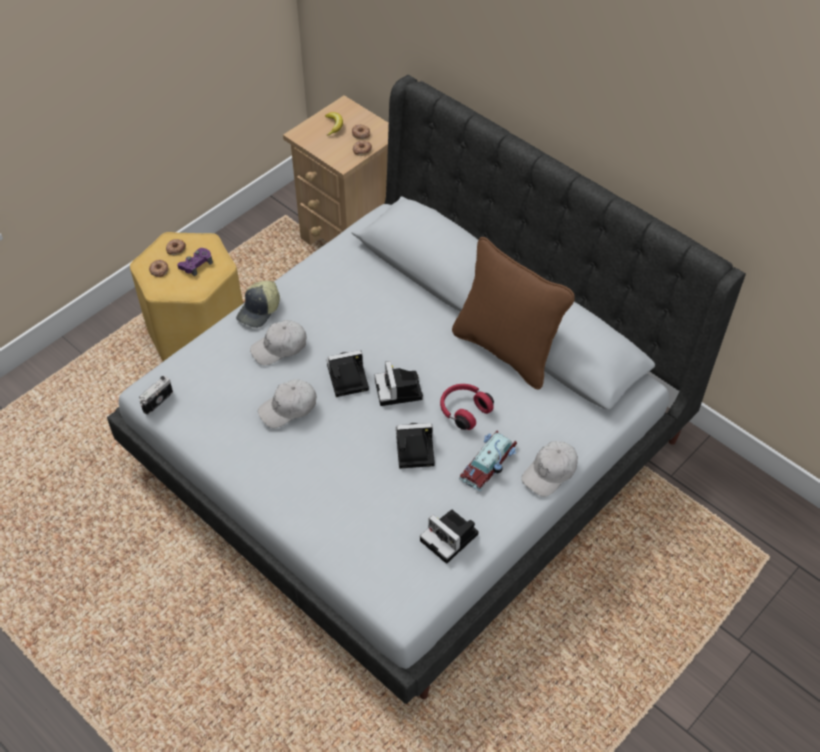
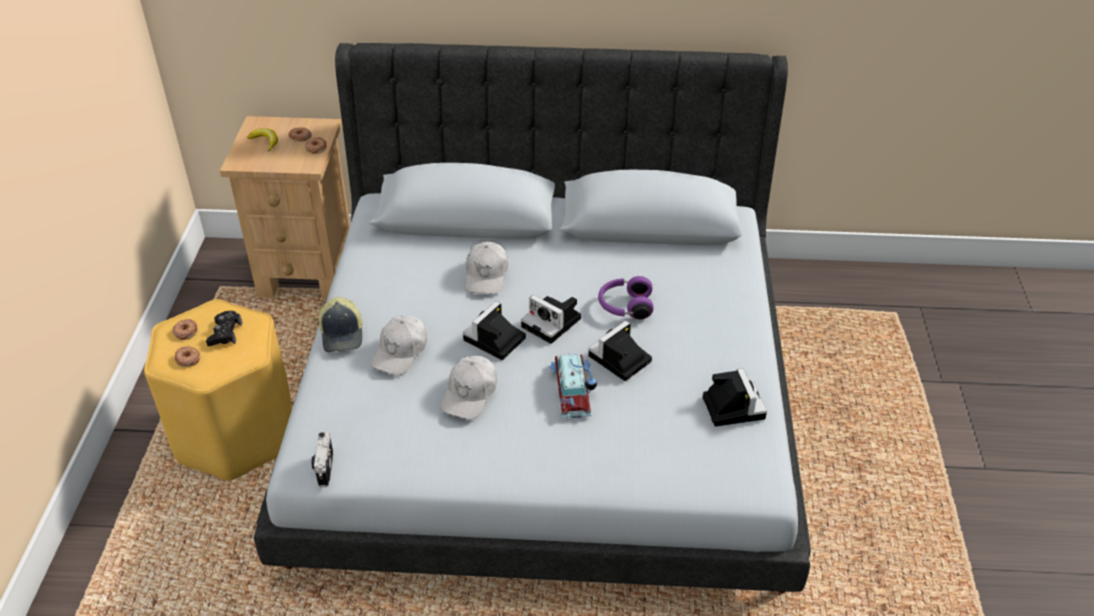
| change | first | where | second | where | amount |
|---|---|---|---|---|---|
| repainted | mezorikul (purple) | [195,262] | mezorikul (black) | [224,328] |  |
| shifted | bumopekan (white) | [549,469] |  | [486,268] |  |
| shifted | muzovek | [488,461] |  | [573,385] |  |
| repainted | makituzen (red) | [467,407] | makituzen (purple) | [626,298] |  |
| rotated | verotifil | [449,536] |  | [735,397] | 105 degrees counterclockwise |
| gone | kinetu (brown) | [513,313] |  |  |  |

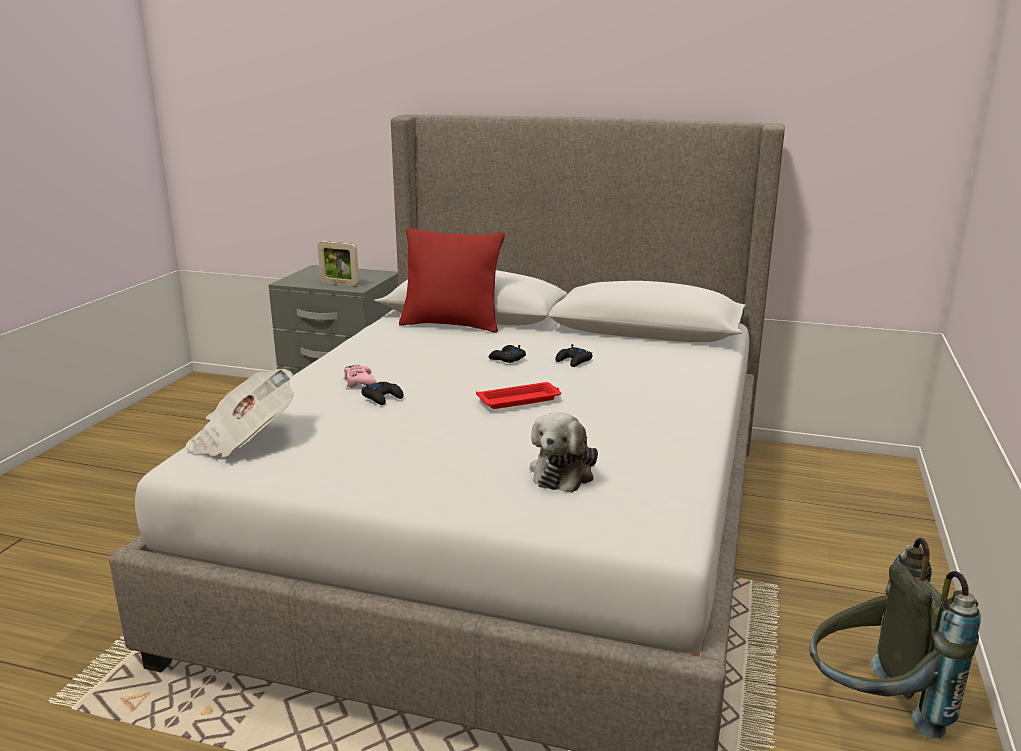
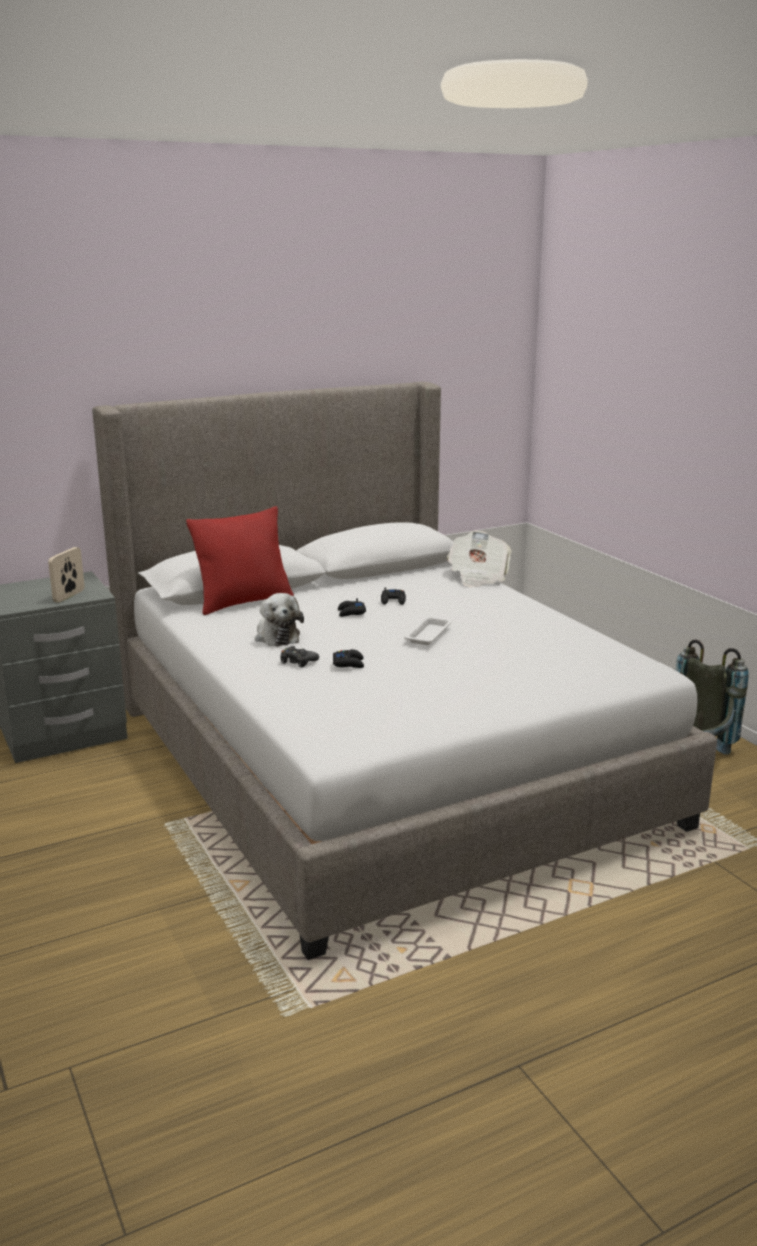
| change | first | where | second | where | amount |
|---|---|---|---|---|---|
| rotated | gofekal | [338,263] |  | [66,575] | 135 degrees clockwise |
| shifted | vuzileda | [564,452] |  | [279,620] |  |
| repainted | mezorikul (pink) | [360,376] | mezorikul (black) | [300,656] |  |
| repainted | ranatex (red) | [518,395] | ranatex (white) | [428,631] |  |
| shifted | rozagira | [240,413] |  | [479,559] |  |

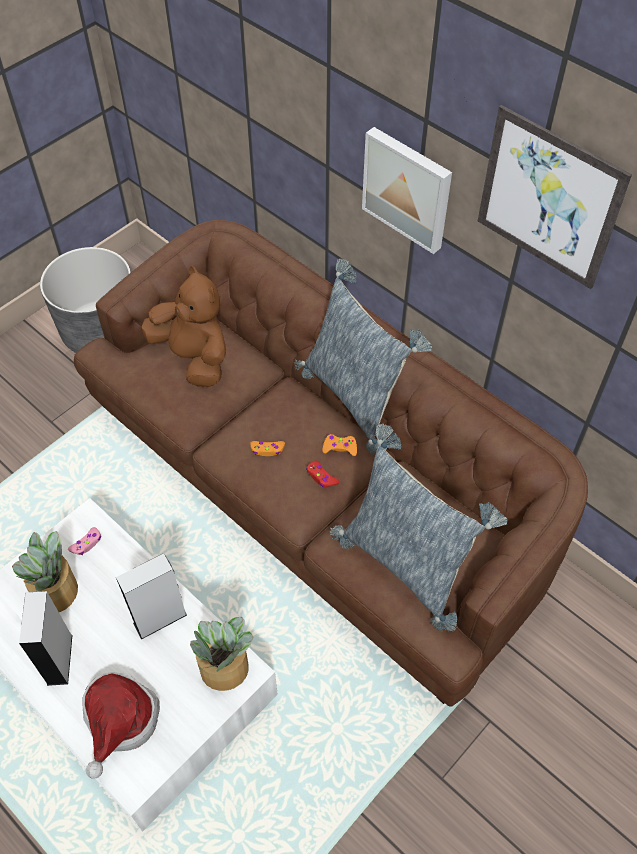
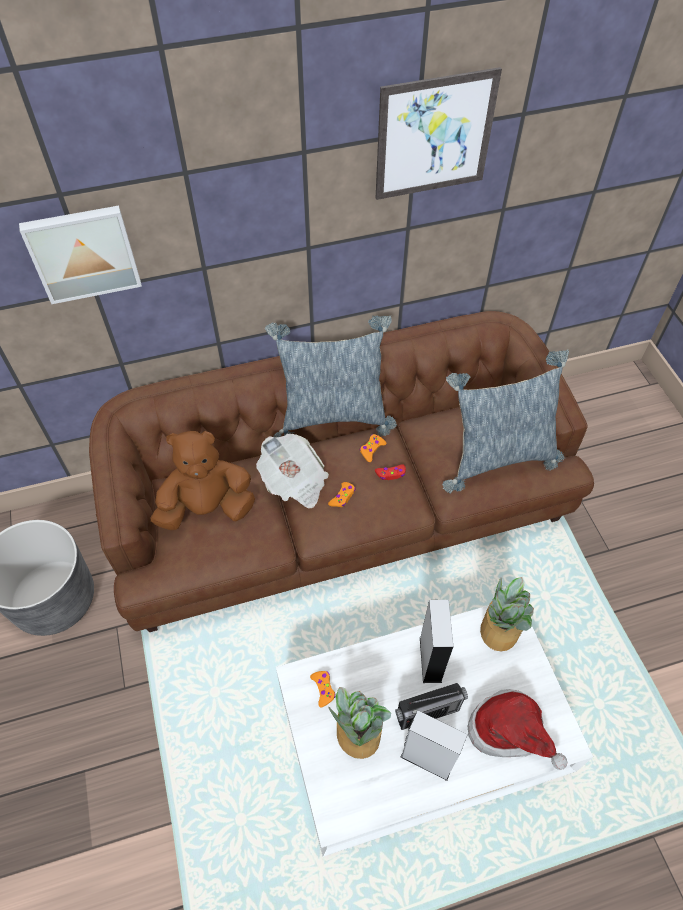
| change | first | where | second | where | amount |
|---|---|---|---|---|---|
| shifted | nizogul | [407,190] |  | [80,255] |  |
| new |  |  | rozagira | [292,471] |  |
| repainted | mezorikul (pink) | [84,541] | mezorikul (orange) | [323,689] |  |
| new |  |  | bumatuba | [431,706] |  |

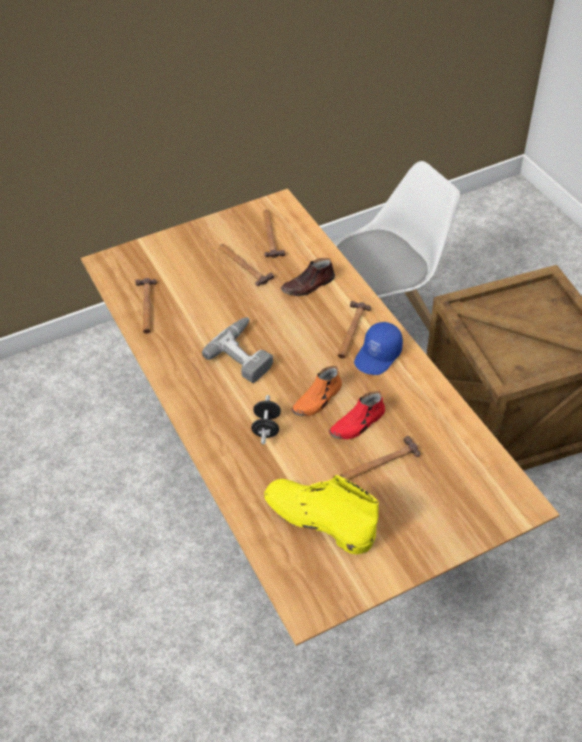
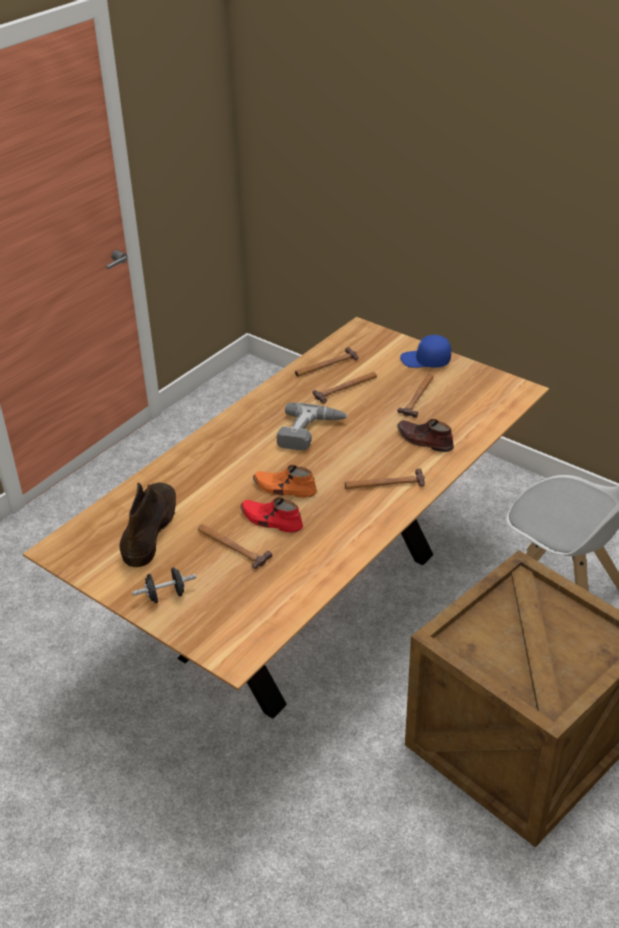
| change | first | where | second | where | amount |
|---|---|---|---|---|---|
| repainted | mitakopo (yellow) | [321,514] | mitakopo (brown) | [147,524] |  |
| shifted | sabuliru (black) | [266,419] |  | [164,585] |  |
| shifted | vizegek | [274,234] |  | [344,388] |  |
| shifted | bumopekan (blue) | [378,348] |  | [425,351] |  |

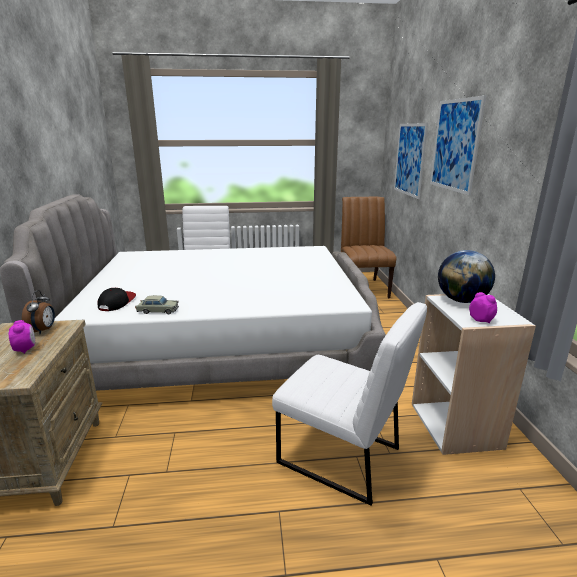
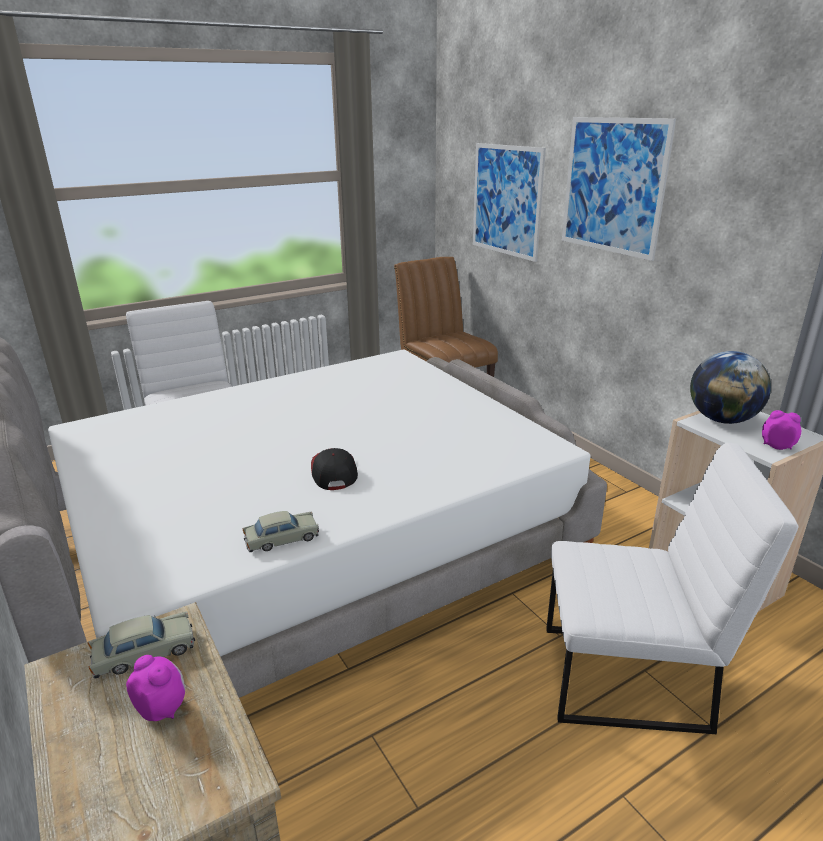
| change | first | where | second | where | amount |
|---|---|---|---|---|---|
| swapped | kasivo | [38,312] | muzovek (beige) | [141,645] |  |
| shifted | bumopekan | [116,299] |  | [334,469] |  |

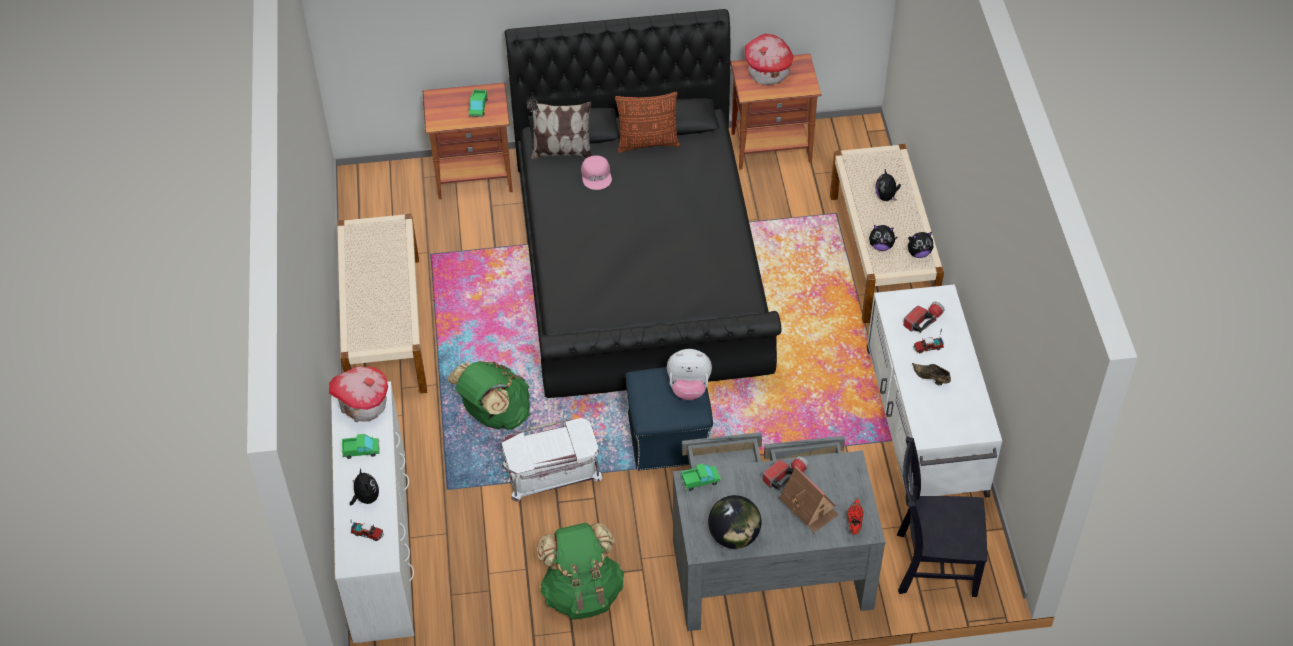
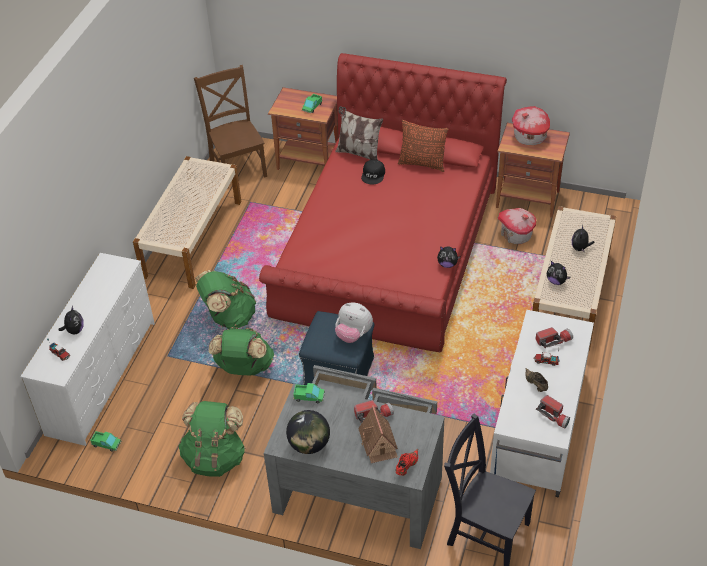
| change | first | where | second | where | amount |
|---|---|---|---|---|---|
| shifted | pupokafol | [361,446] |  | [105,441] |  |
| new |  |  | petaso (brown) | [230,127] |  |
| swapped | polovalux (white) | [552,460] | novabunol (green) | [241,351] |  |
| repainted | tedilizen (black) | [643,203] | tedilizen (red) | [383,202] |  |
| repainted | bumopekan (pink) | [596,172] | bumopekan (black) | [373,172] |  |
| shifted | vuzileda | [920,245] |  | [448,257] |  |
| shifted | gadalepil | [358,394] |  | [516,226] |  |
| new |  |  | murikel | [553,412] |  |

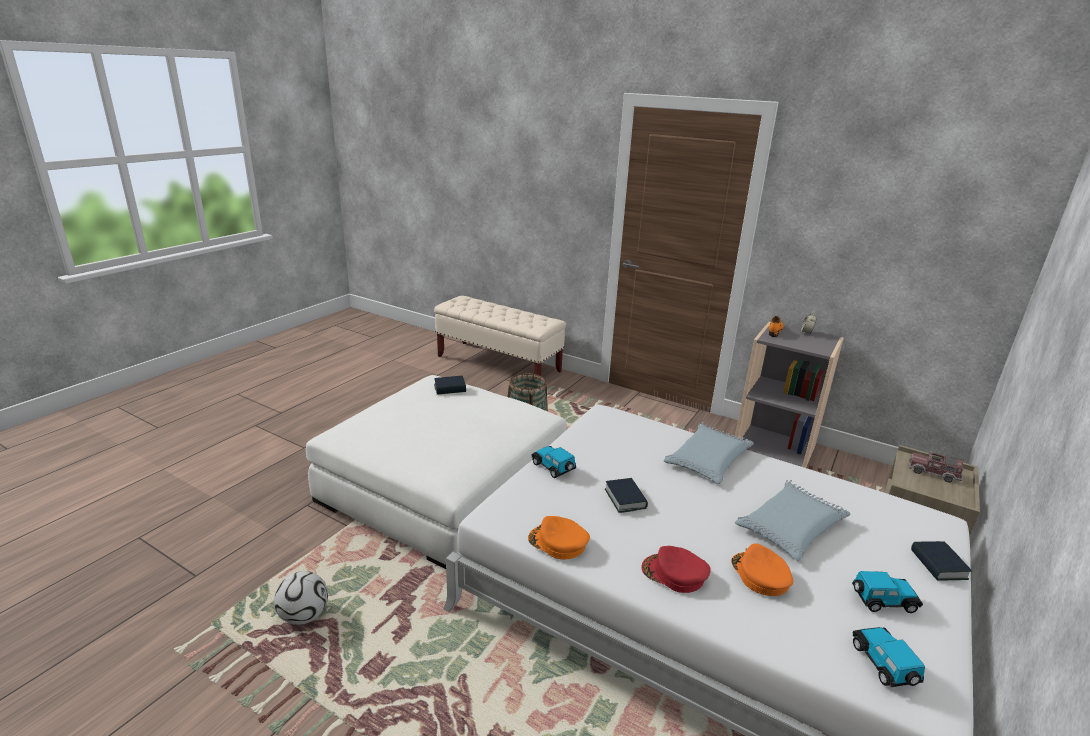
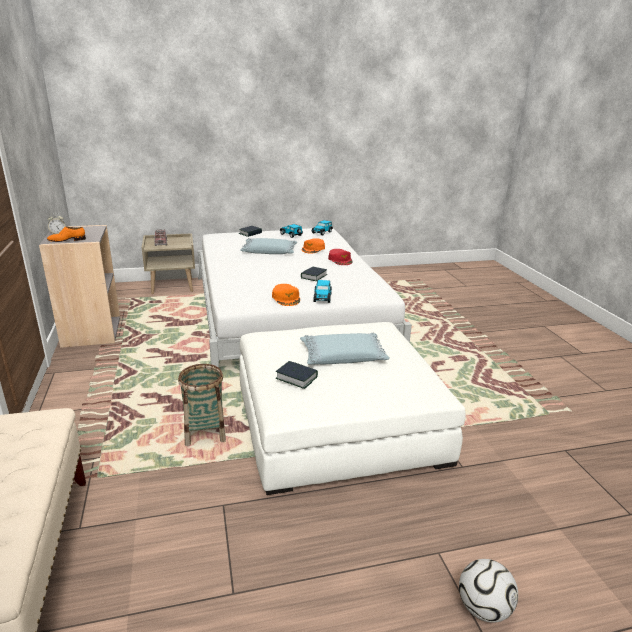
| change | first | where | second | where | amount |
|---|---|---|---|---|---|
| shifted | bumopekan (orange) | [559,537] |  | [286,295] |  |
| shifted | kinetu (blue) | [708,452] |  | [345,349] |  |
| shifted | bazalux | [301,598] |  | [488,591] |  |

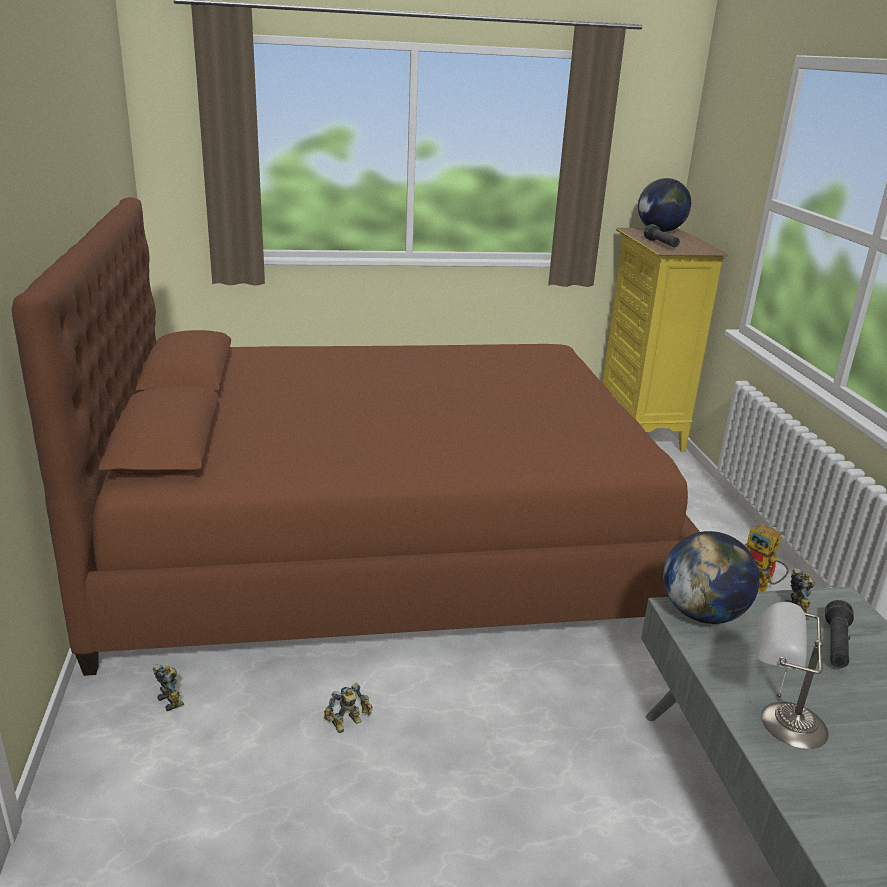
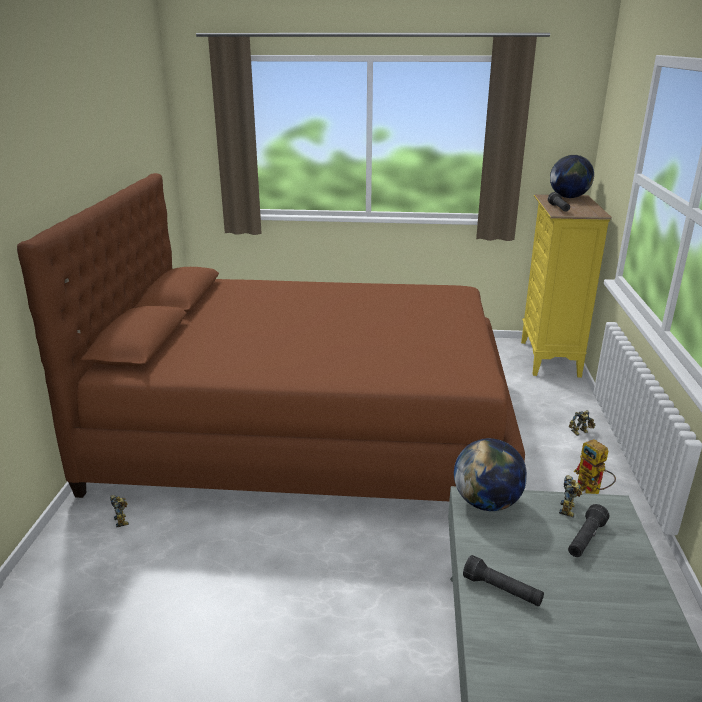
| change | first | where | second | where | amount |
|---|---|---|---|---|---|
| swapped | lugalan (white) | [792,675] | murikel (black) | [503,580] |  |
| shifted | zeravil | [348,708] |  | [582,423] |  |

